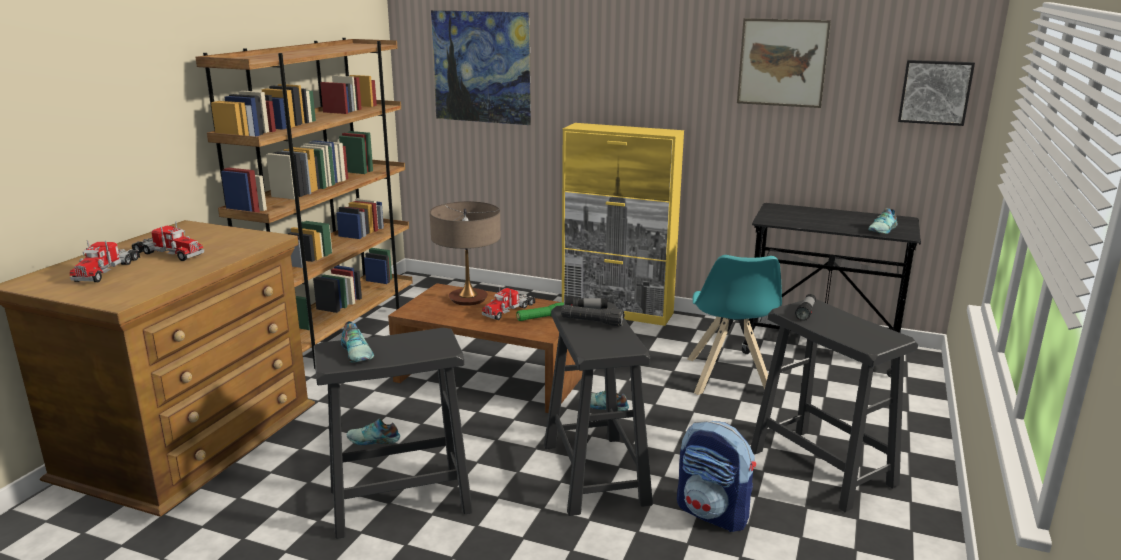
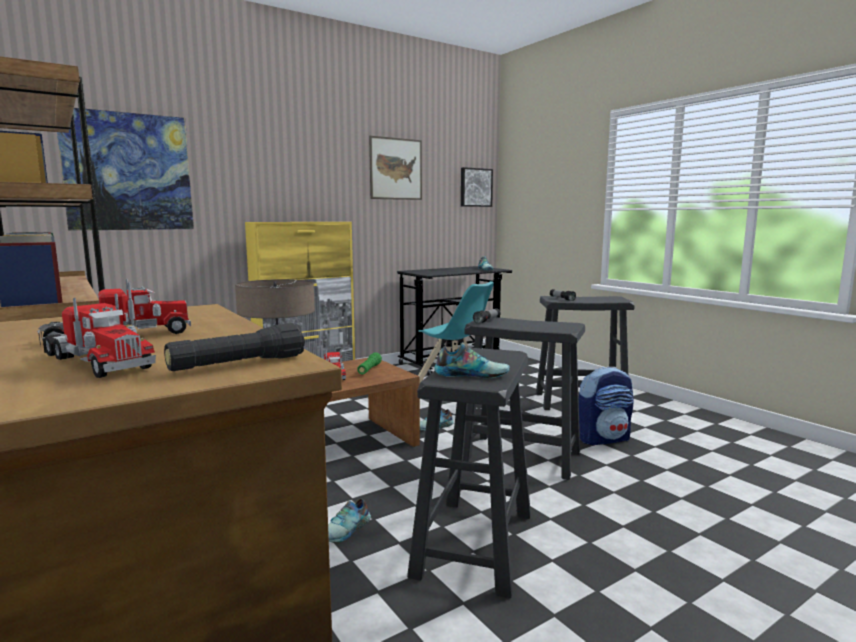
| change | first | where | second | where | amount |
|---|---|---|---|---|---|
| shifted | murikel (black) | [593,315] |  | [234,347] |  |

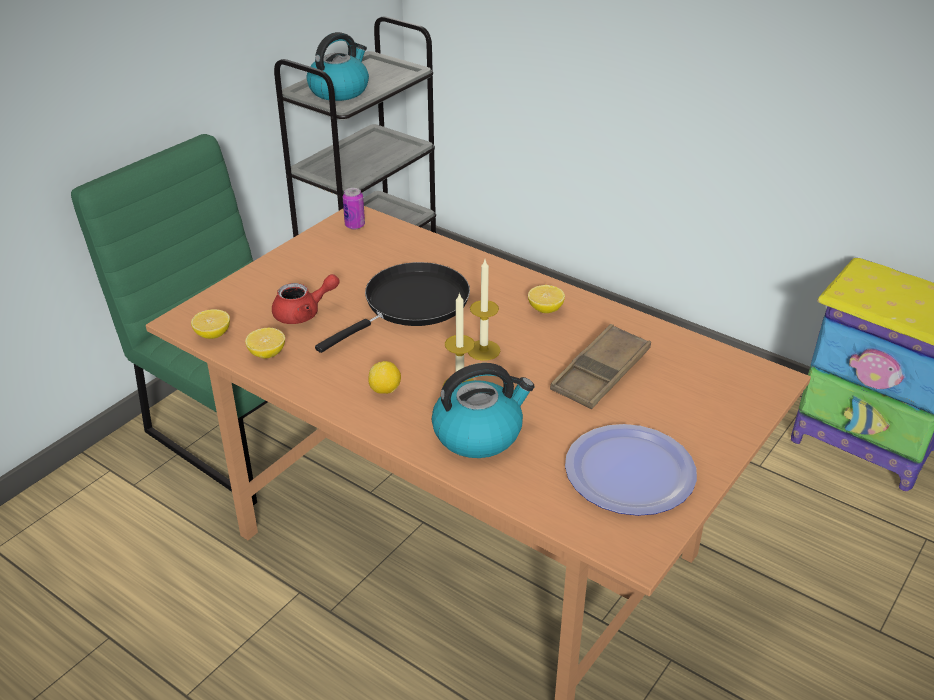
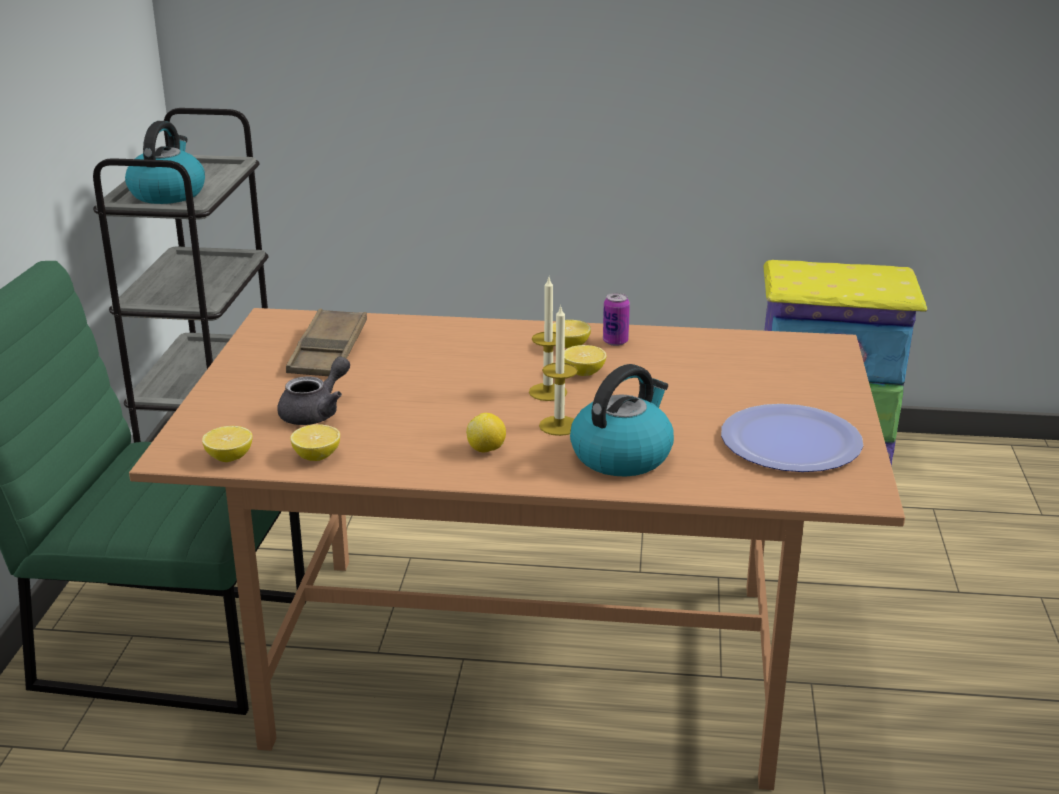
| change | first | where | second | where | amount |
|---|---|---|---|---|---|
| repainted | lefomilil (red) | [306,299] | lefomilil (grey) | [313,391] |  |
| shifted | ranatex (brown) | [600,366] |  | [326,342] |  |
| new |  |  | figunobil | [585,360] |  |
| shifted | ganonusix | [354,209] |  | [616,319] |  |
| gone | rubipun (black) | [392,307] |  |  |  |

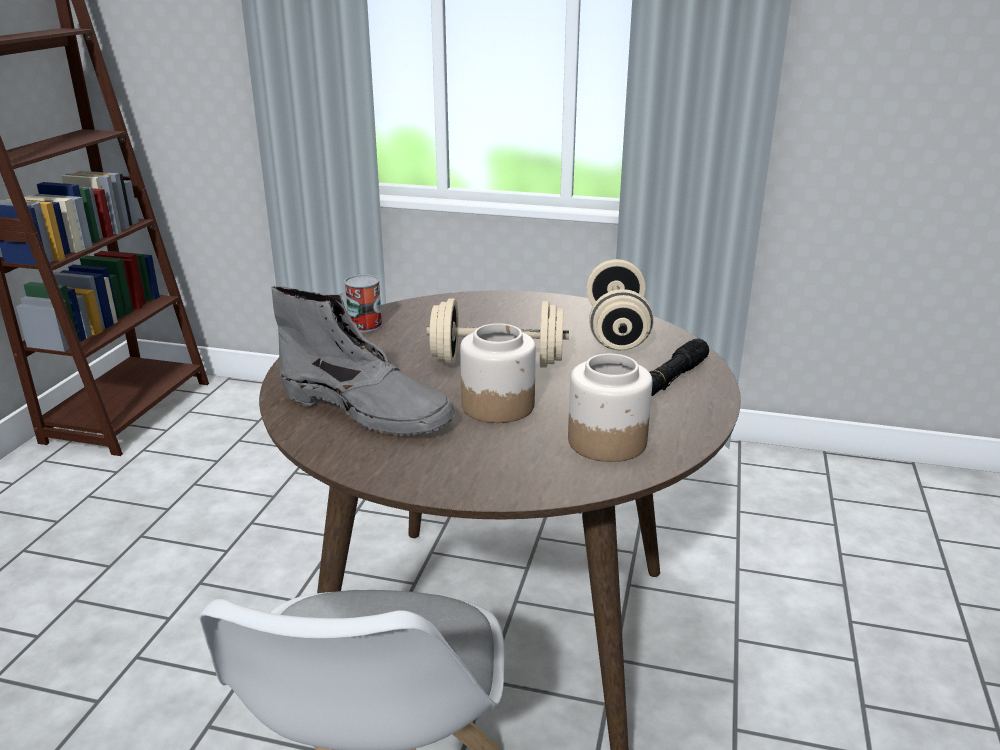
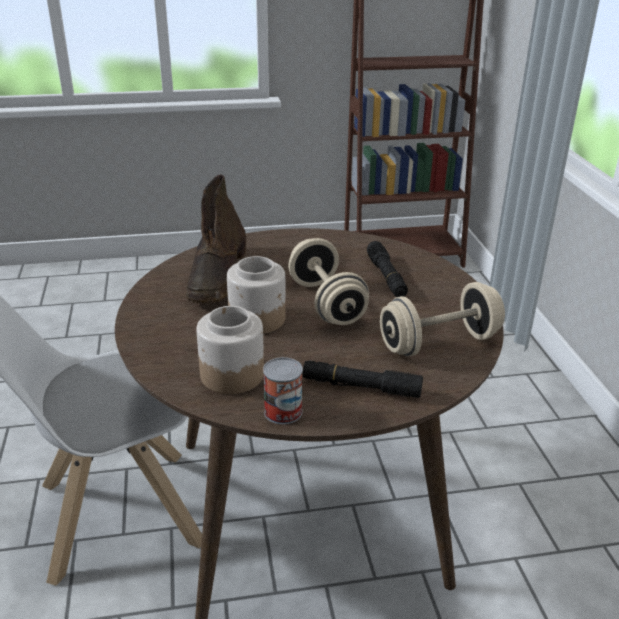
| change | first | where | second | where | amount |
|---|---|---|---|---|---|
| repainted | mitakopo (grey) | [363,361] | mitakopo (brown) | [216,239] |  |
| shifted | ganonusix | [363,303] |  | [283,390] |  |
| new |  |  | murikel (black) | [387,269] |  |

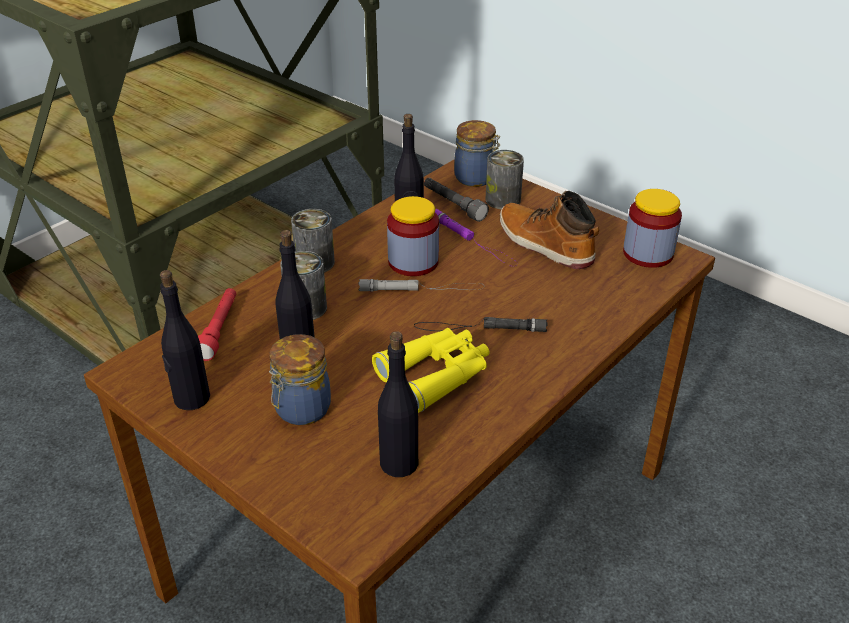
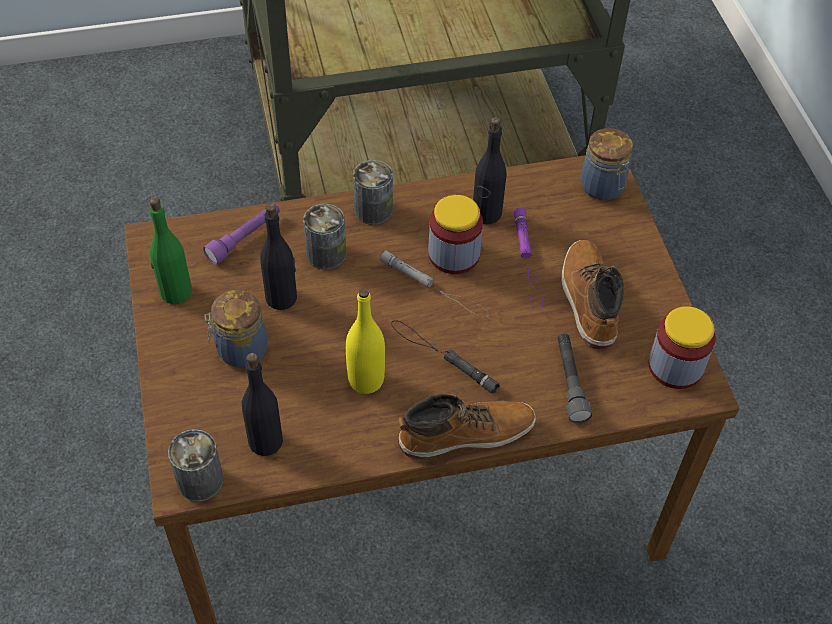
| change | first | where | second | where | amount |
|---|---|---|---|---|---|
| repainted | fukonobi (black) | [185,340] | fukonobi (green) | [171,250] |  |
| shifted | ganonusix | [505,179] |  | [195,465] |  |
| repainted | murikel (red) | [217,324] | murikel (purple) | [241,233] |  |
| swapped | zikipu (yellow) | [431,370] | fukonobi (yellow) | [365,341] |  |
| new |  |  | mitakopo | [467,426] |  |
| shifted | murikel (grey) | [456,200] |  | [575,378] |  |

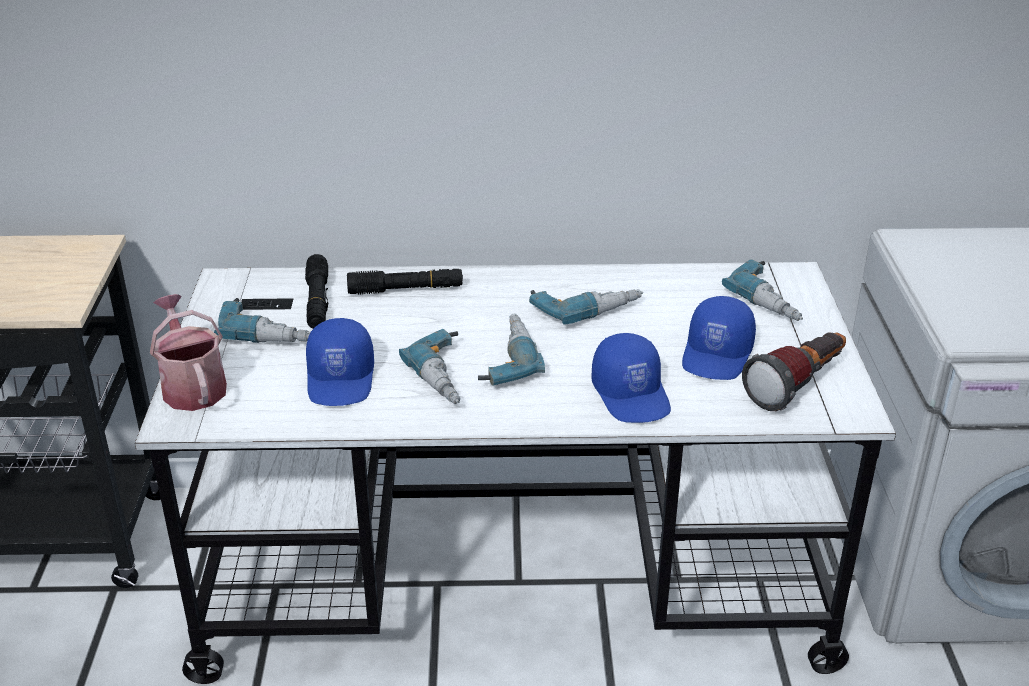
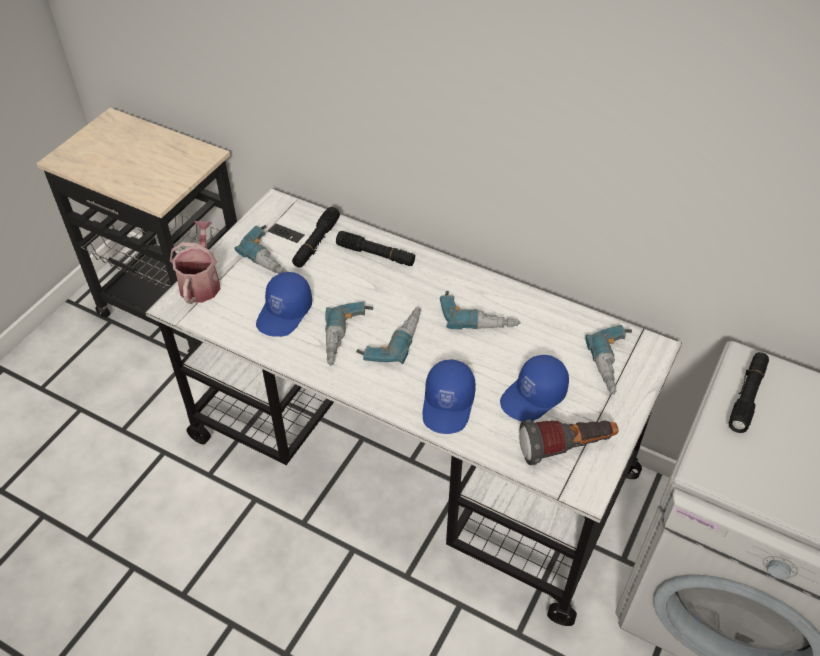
| change | first | where | second | where | amount |
|---|---|---|---|---|---|
| new |  |  | murikel (black) | [749,392] |  |

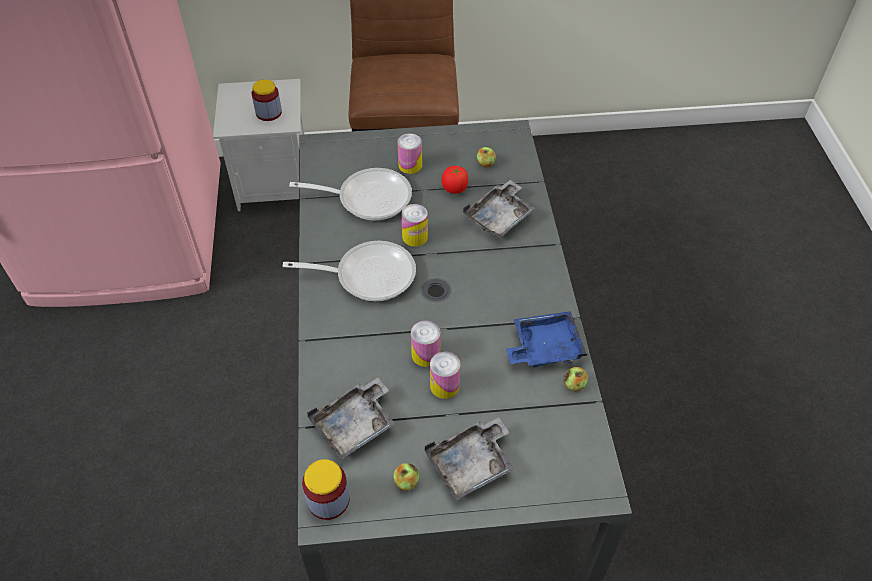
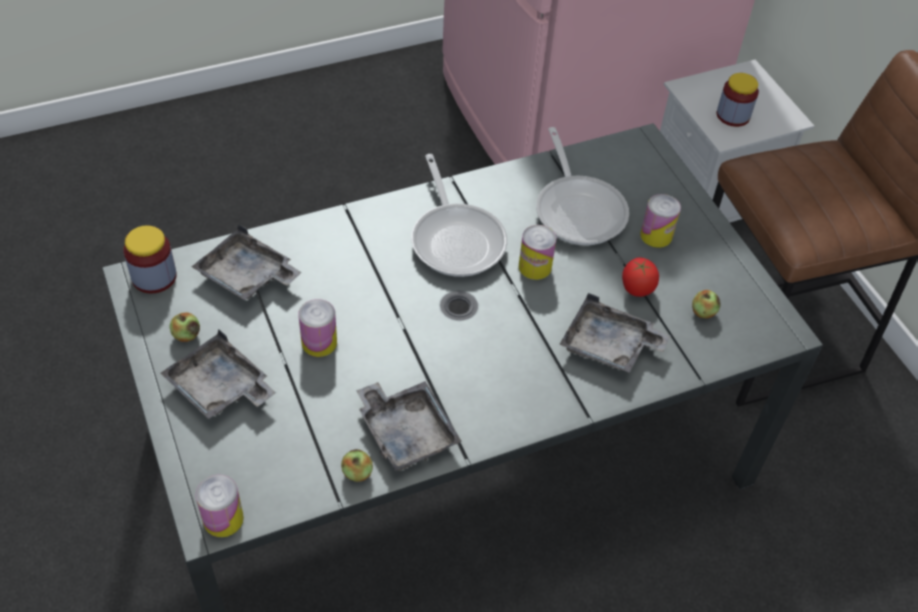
| change | first | where | second | where | amount |
|---|---|---|---|---|---|
| shifted | ganonusix | [425,344] |  | [220,506] |  |
| repainted | ranatex (blue) | [546,339] | ranatex (grey) | [409,426] |  |

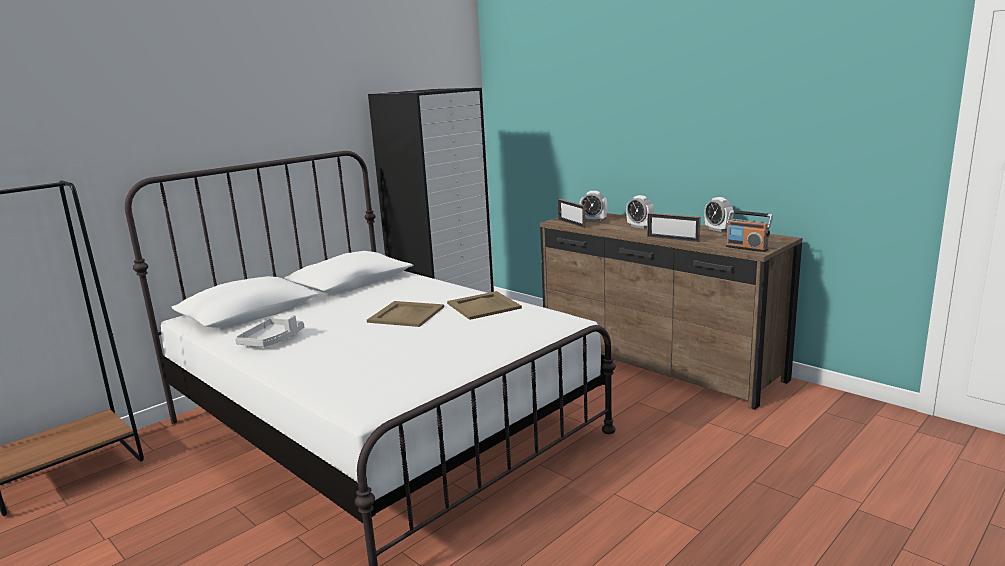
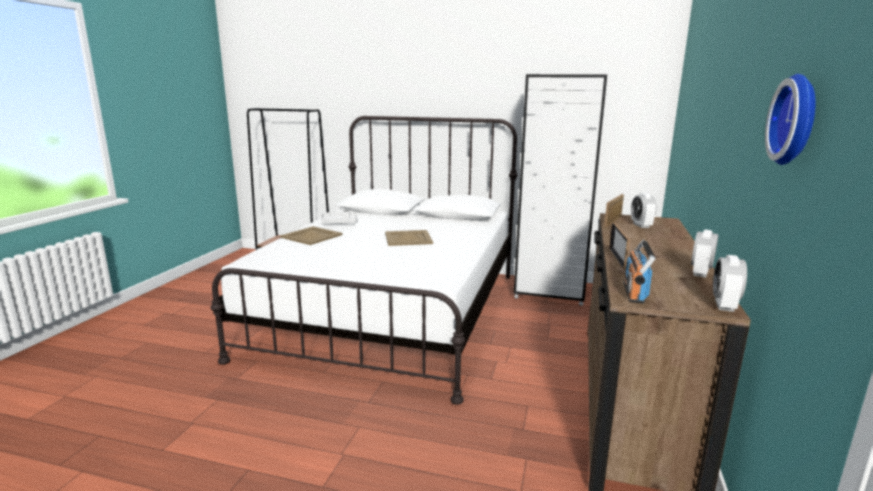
| change | first | where | second | where | amount |
|---|---|---|---|---|---|
| shifted | ranatex (beige) | [484,305] |  | [311,235] |  |
| shifted | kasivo | [640,212] |  | [730,283] |  |
| new |  |  | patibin | [790,119] |  |

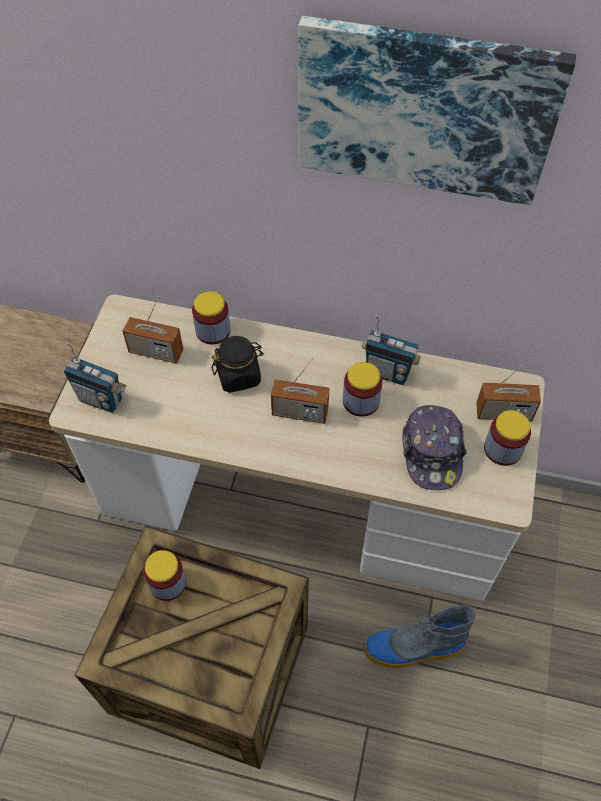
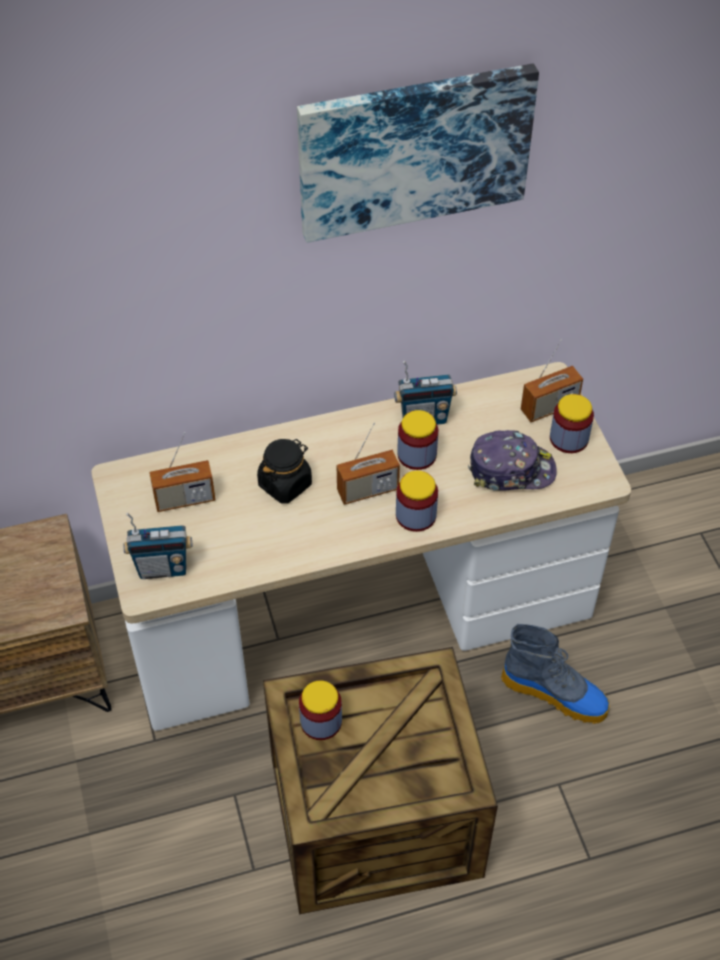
| change | first | where | second | where | amount |
|---|---|---|---|---|---|
| shifted | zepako | [211,317] |  | [417,501] |  |
| rotated | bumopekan | [434,447] |  | [512,460] | 60 degrees counterclockwise |
| rotated | mitakopo | [419,636] |  | [555,674] | 120 degrees counterclockwise |

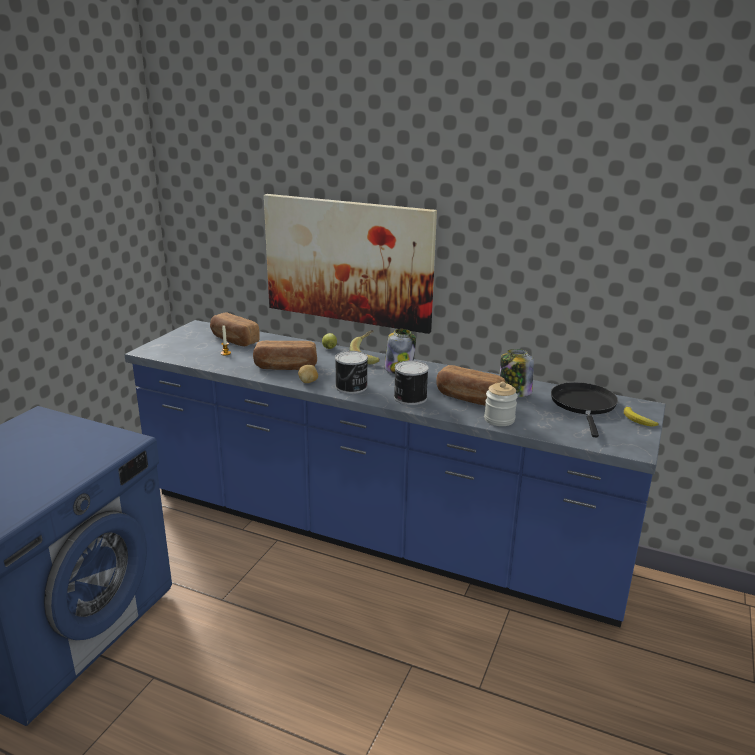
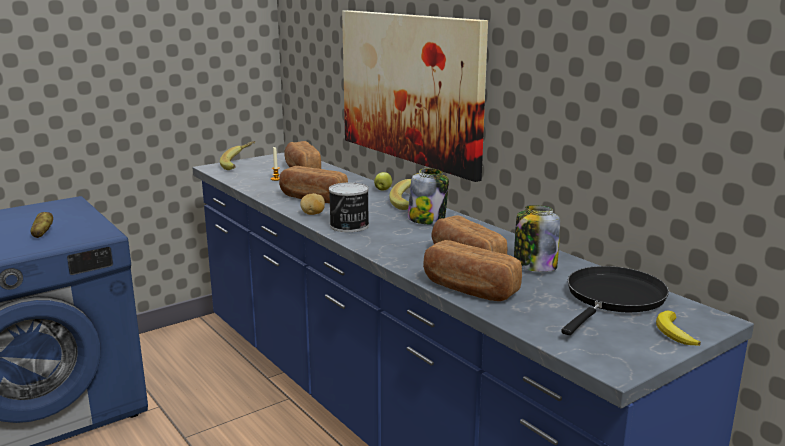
| change | first | where | second | where | amount |
|---|---|---|---|---|---|
| new |  |  | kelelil | [42,225] |  |
| new |  |  | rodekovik | [237,155] |  |
| swapped | zepako | [501,403] | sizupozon | [472,270] |  |
| gone | ganonusix | [411,382] |  |  |  |

